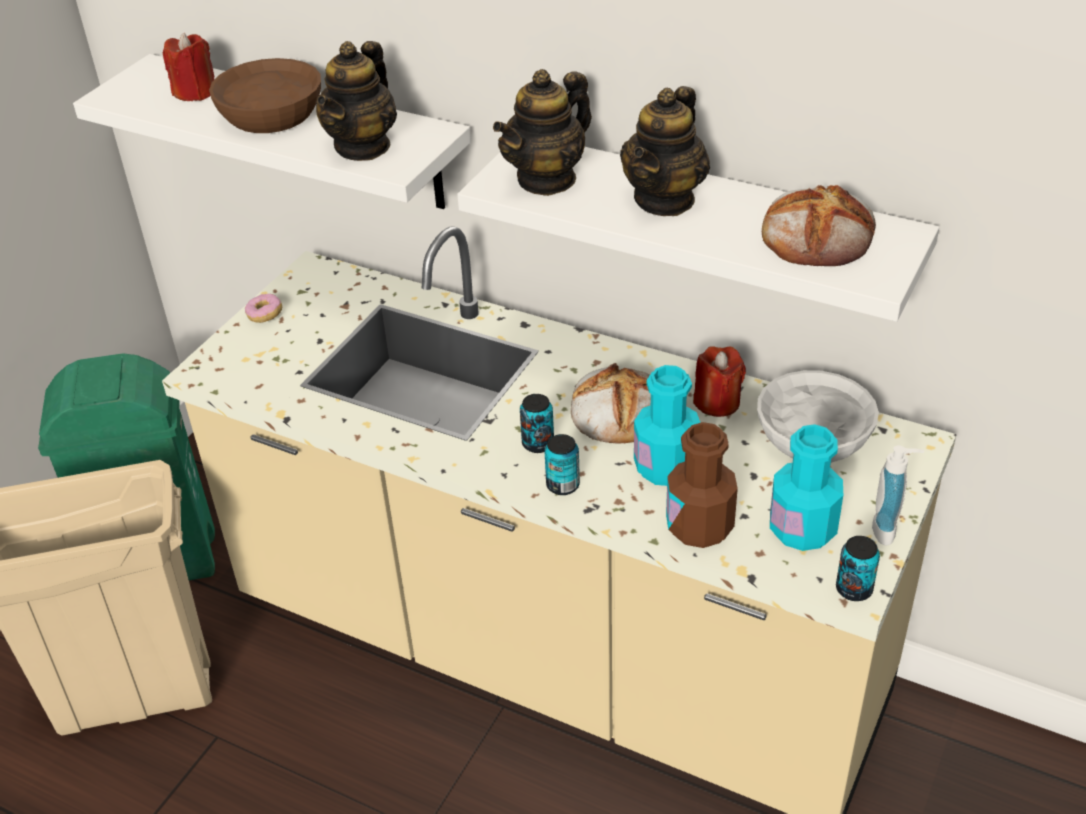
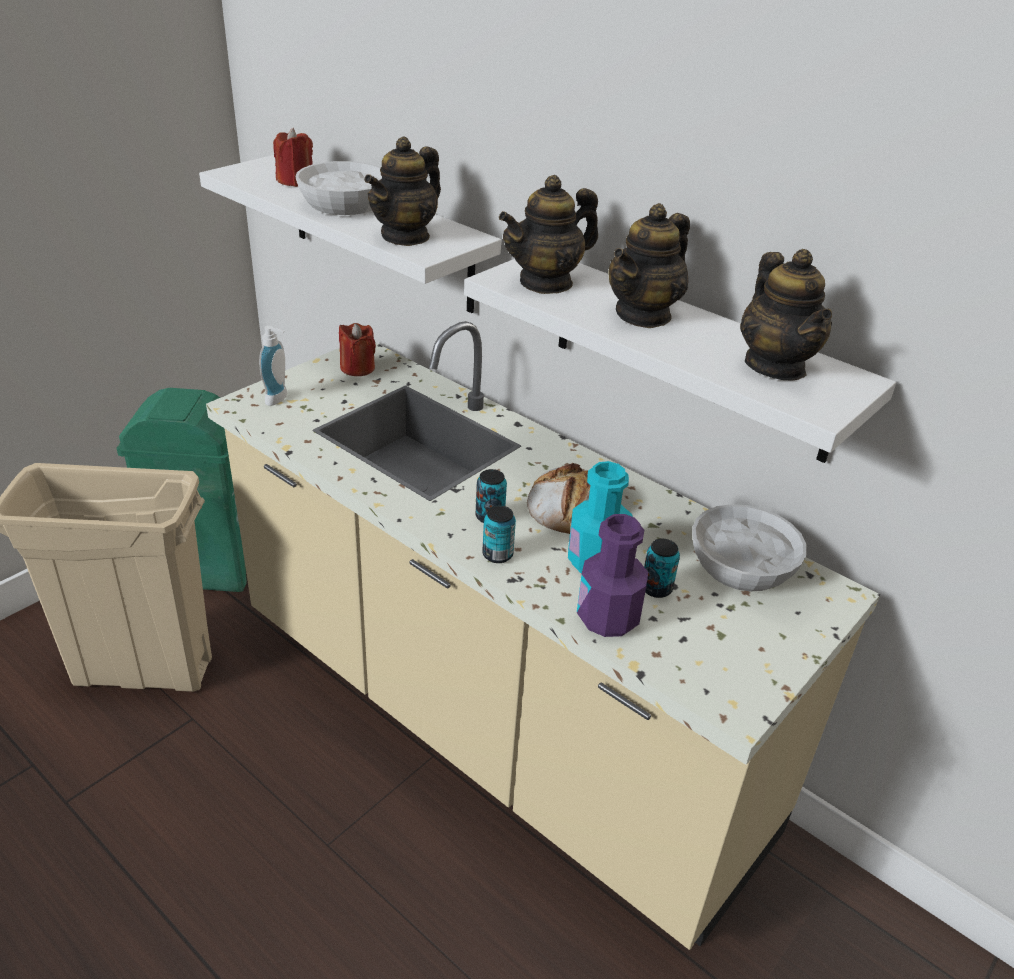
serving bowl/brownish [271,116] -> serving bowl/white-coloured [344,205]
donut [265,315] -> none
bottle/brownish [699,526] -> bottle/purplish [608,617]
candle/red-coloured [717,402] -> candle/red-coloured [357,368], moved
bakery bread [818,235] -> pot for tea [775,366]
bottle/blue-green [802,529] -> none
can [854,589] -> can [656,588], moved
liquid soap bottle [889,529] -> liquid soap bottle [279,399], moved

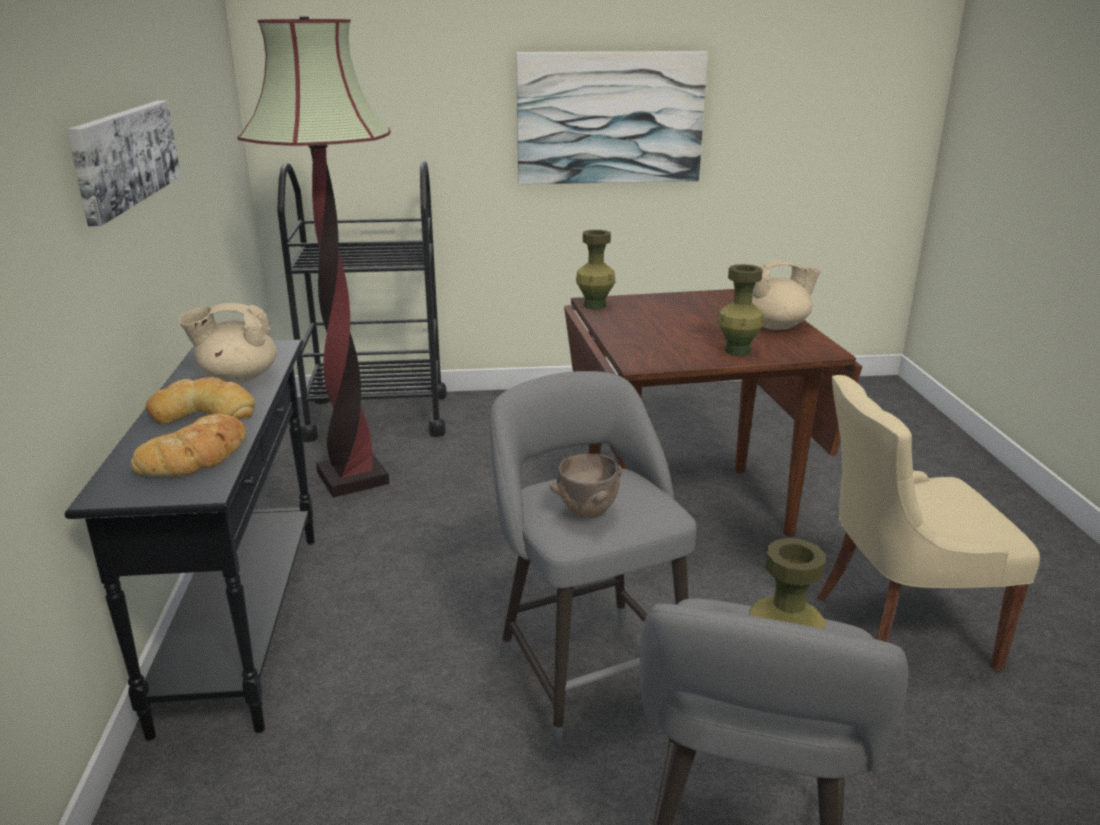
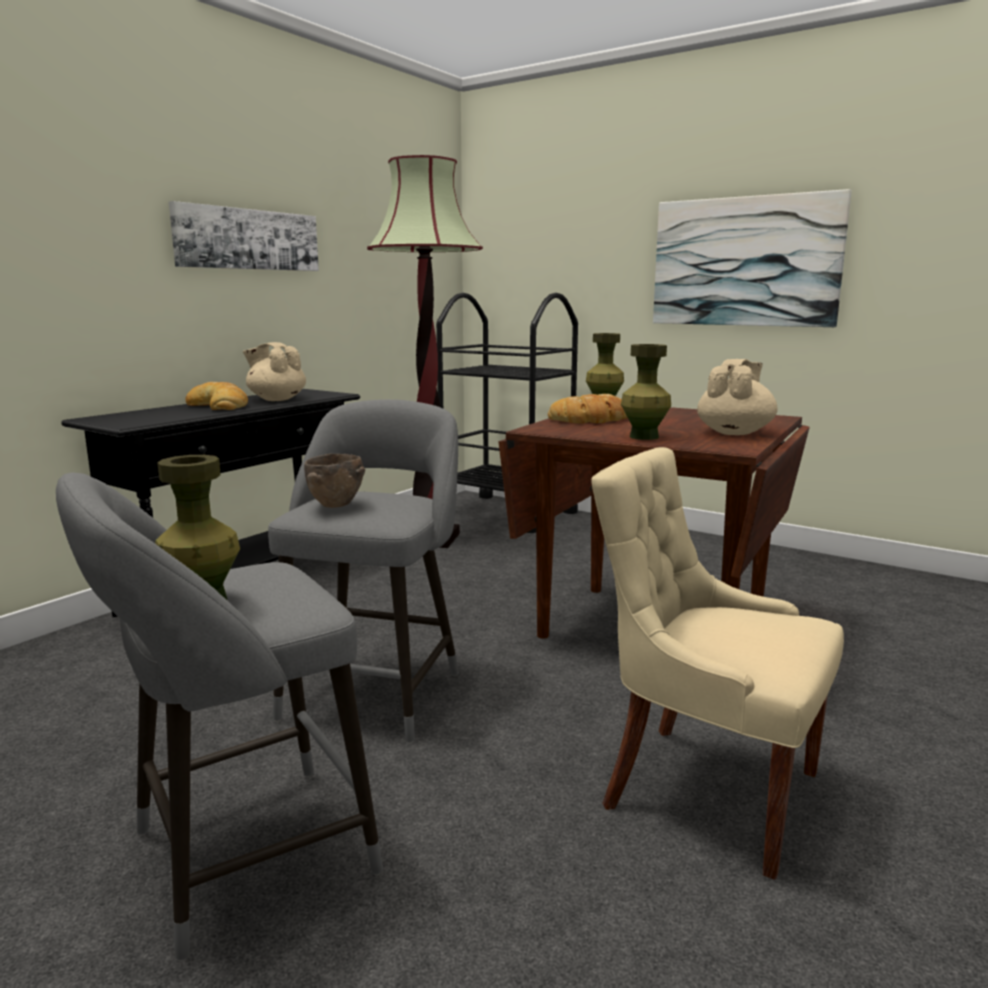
bakery bread [197,456] -> bakery bread [591,419], moved
pot for tea/sand-coloured [776,326] -> pot for tea/sand-coloured [735,433], 90 degrees counterclockwise

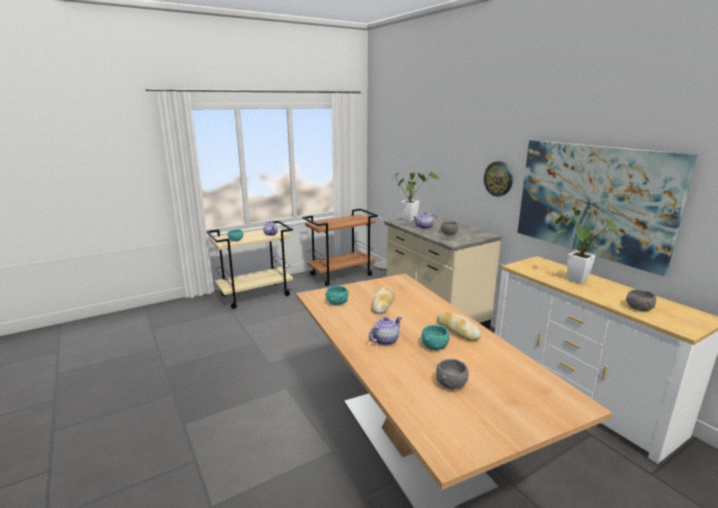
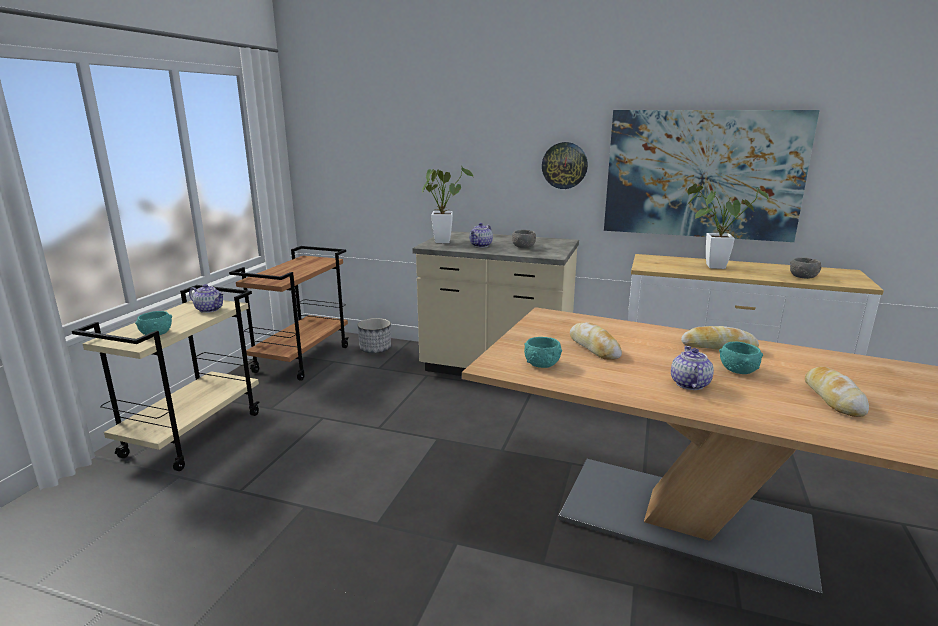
serving bowl/greyish [451,383] -> bakery bread [833,398]

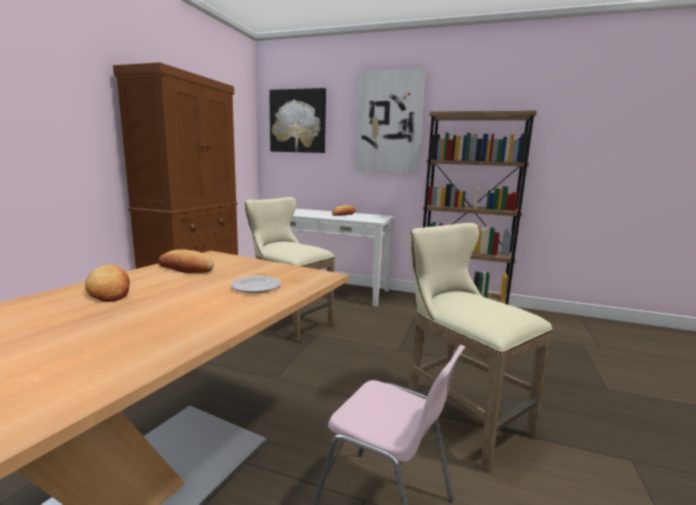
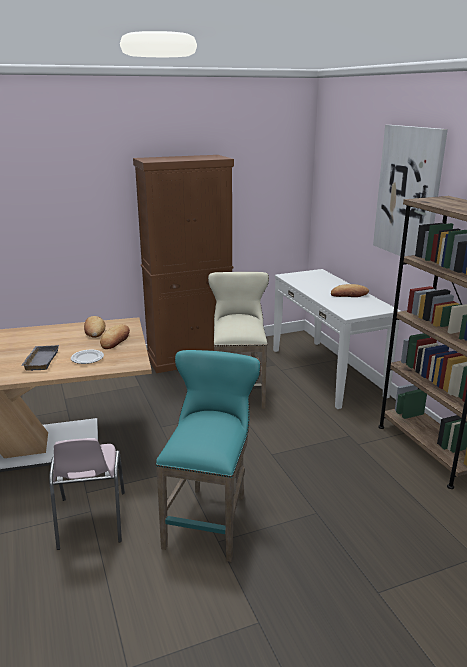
bakery bread [110,289] -> bakery bread [115,340], moved
picture [298,121] -> none
sitting stool/sand-coloured [459,417] -> sitting stool/blue-green [210,517]
none -> tray/greyish [40,360]

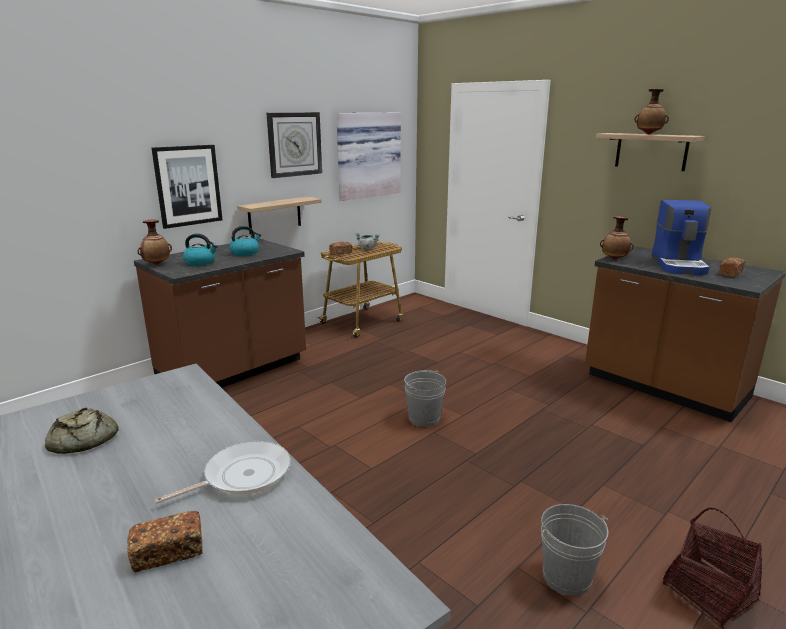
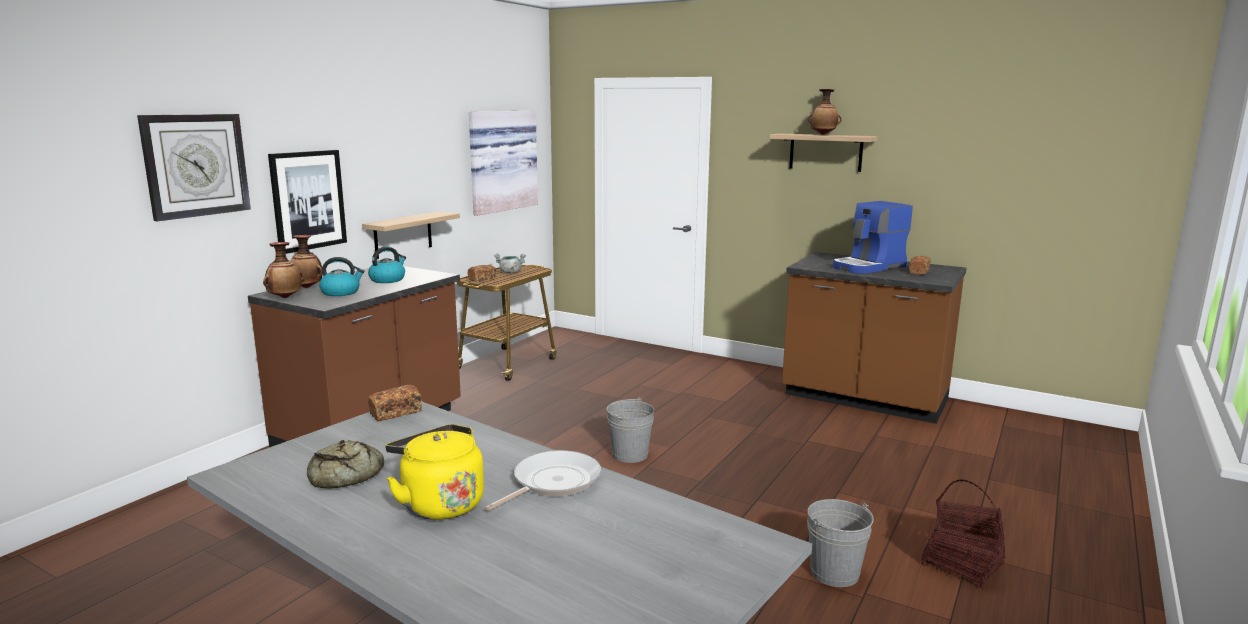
bakery bread [168,552] -> bakery bread [396,413], moved
clock on the wall [294,144] -> clock on the wall [196,165], moved
decorative vase [614,259] -> decorative vase [307,288], moved
coffee machine [679,265] -> coffee machine [869,267], 60 degrees clockwise
none -> tea kettle/yellowish [439,503]

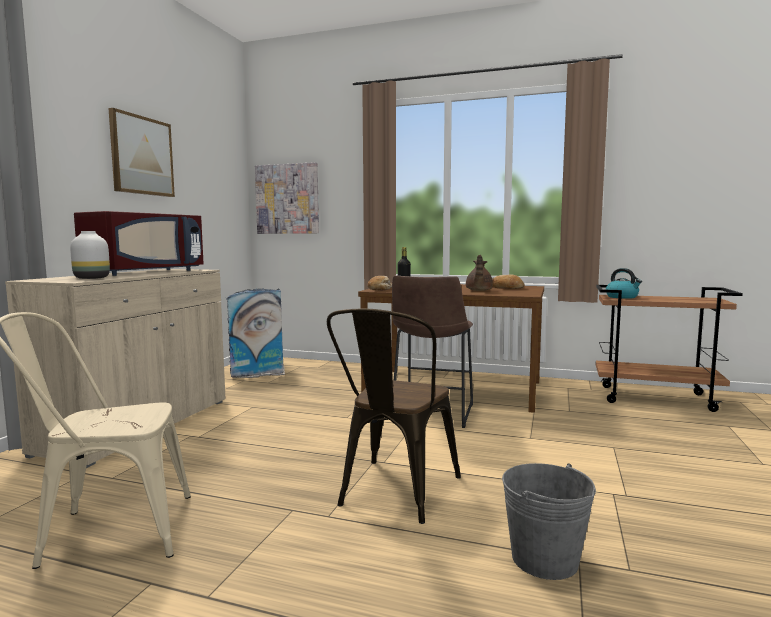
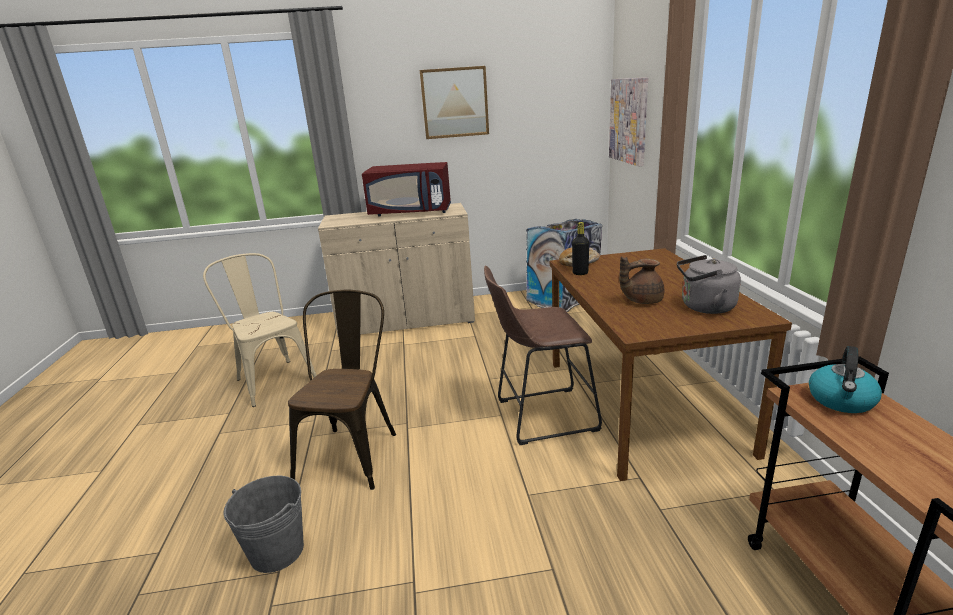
decorative vase/white-coloured [91,278] -> none
chair/brownish [394,494] -> chair/brownish [352,451], 105 degrees clockwise
bakery bread [506,288] -> tea kettle/greyish [704,307]

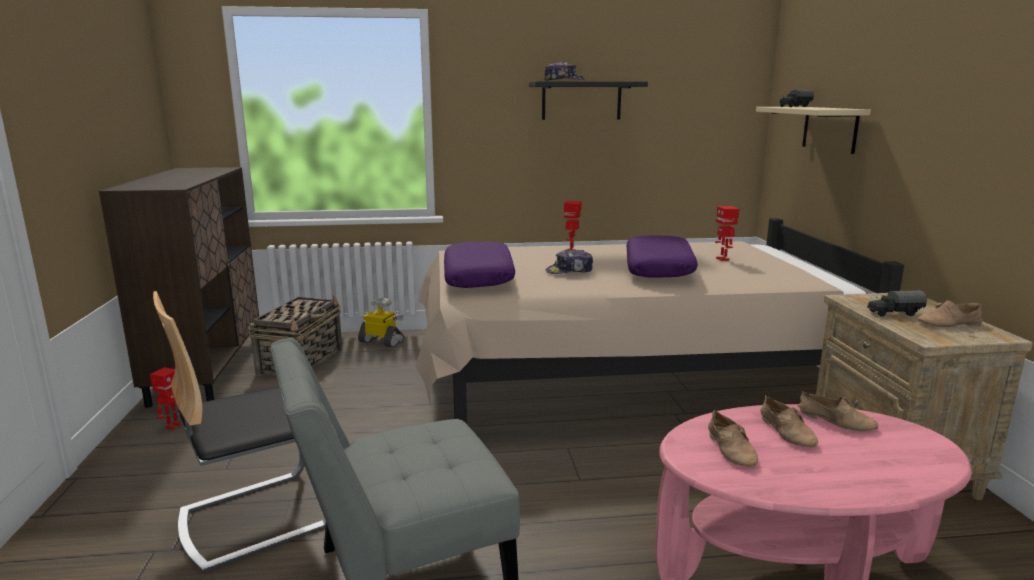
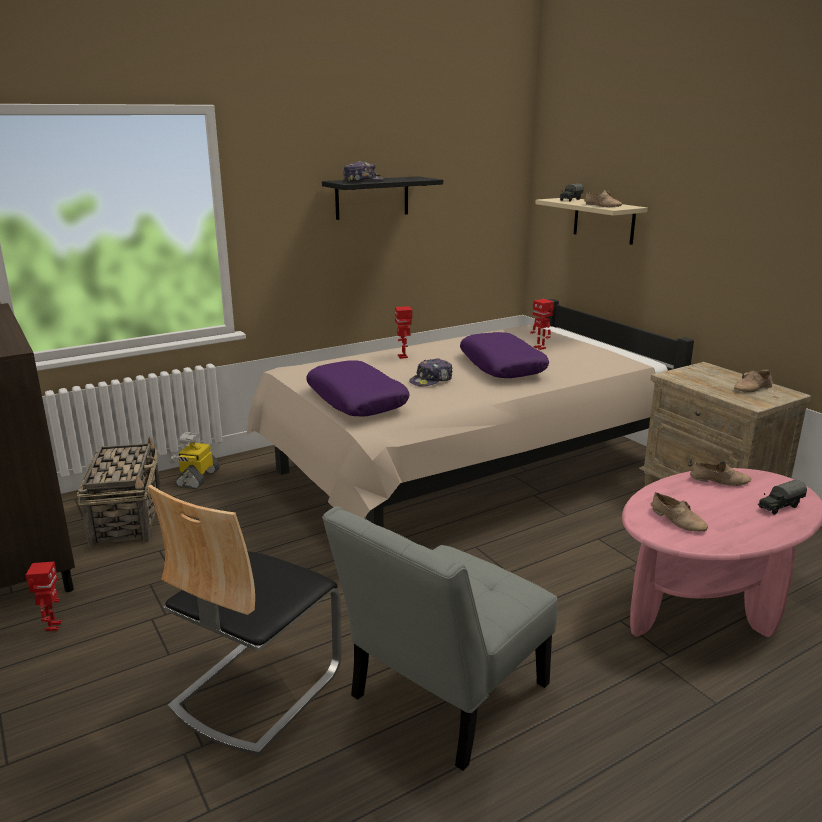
robot figure [382,341] -> robot figure [197,478], 75 degrees counterclockwise
low shoe/sand-coloured [788,431] -> low shoe/sand-coloured [603,206], moved
toy lorry [894,313] -> toy lorry [779,506], moved

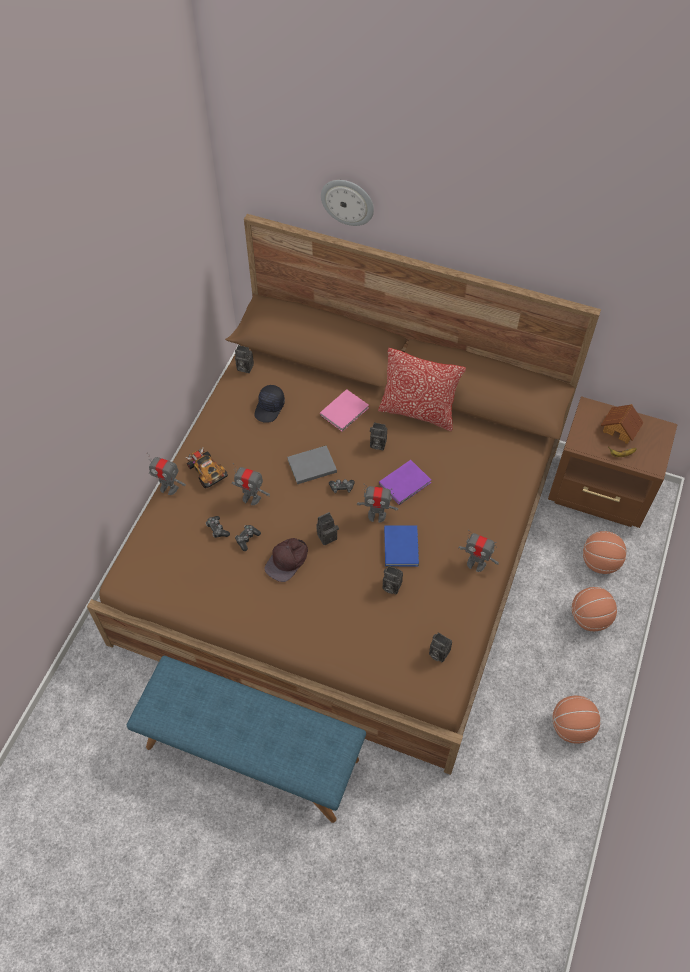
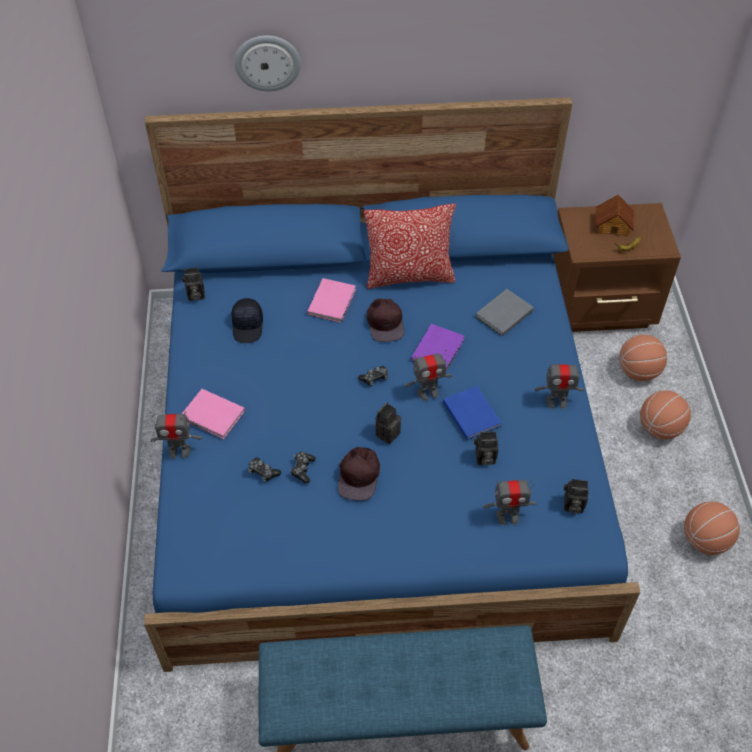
bed/brownish [346,541] -> bed/blue [376,449]
miniature car [206,471] -> book/pink-coloured [213,416]
robot figure [251,498] -> robot figure [507,516], moved
book/greyish [310,466] -> book/greyish [502,314], moved
still camera [377,444] -> cap/brownish [385,322]

